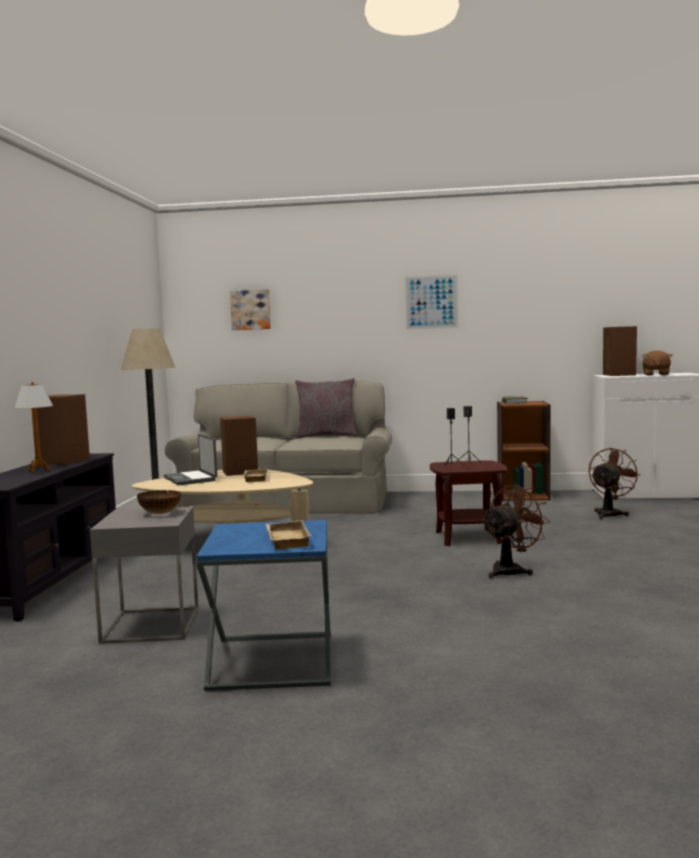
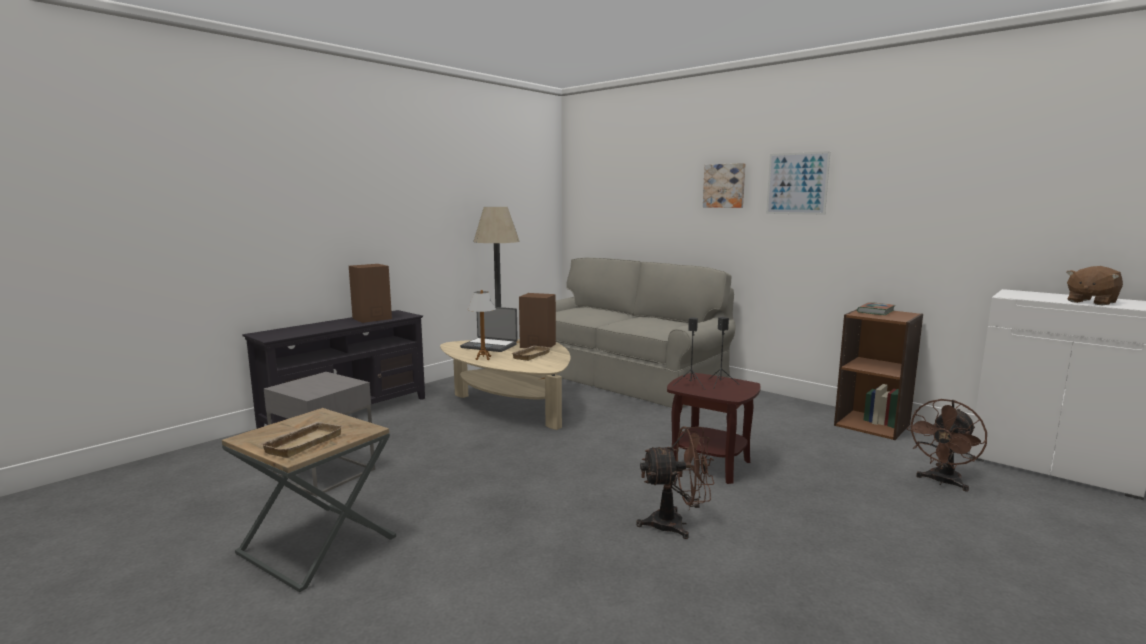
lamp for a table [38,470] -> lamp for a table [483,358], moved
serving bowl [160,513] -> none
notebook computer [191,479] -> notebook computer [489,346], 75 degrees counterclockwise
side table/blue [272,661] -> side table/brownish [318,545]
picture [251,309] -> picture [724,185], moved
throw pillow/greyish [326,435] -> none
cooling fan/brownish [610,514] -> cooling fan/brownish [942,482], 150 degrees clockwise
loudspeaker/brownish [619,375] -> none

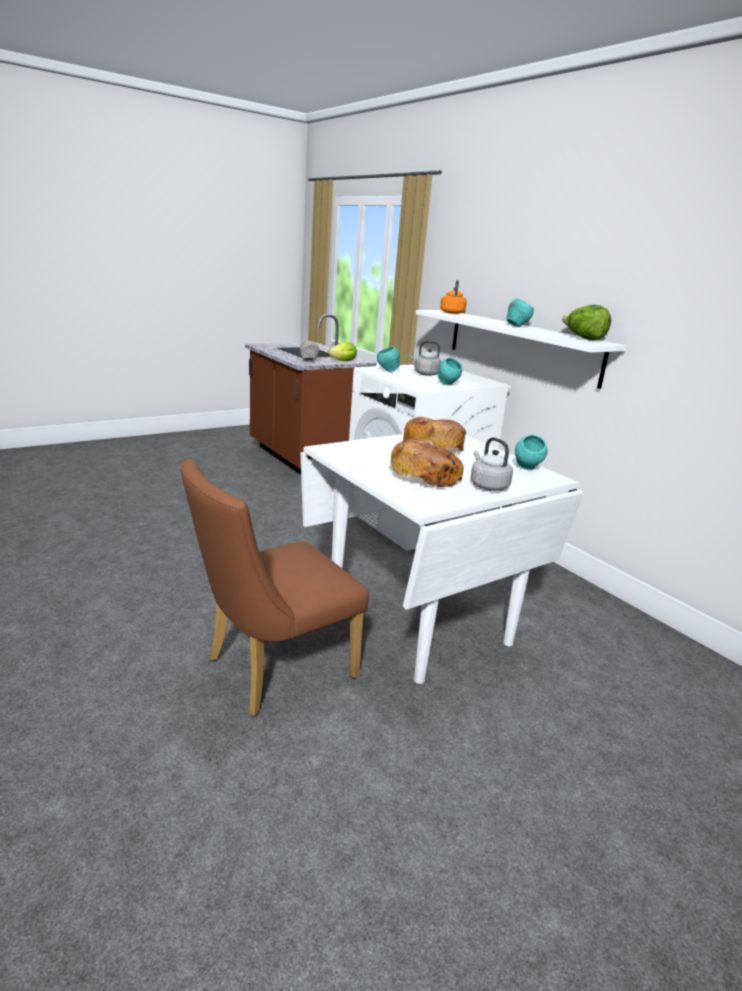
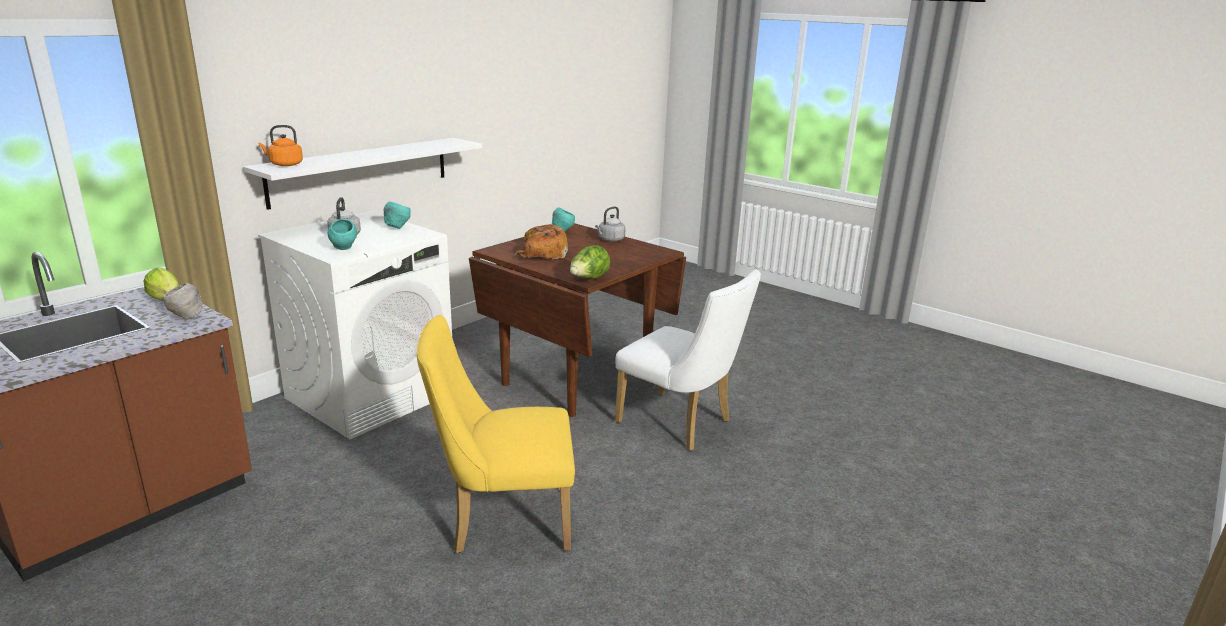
chair/brownish [271,670] -> chair/white-coloured [681,424]
dinner table/white-coloured [416,622] -> dinner table/brownish [578,379]
bakery bread [426,475] -> none
serving bowl/blue-green [517,326] -> none
lettuce [583,338] -> lettuce [588,279], moved
none -> chair/yellowish [502,521]

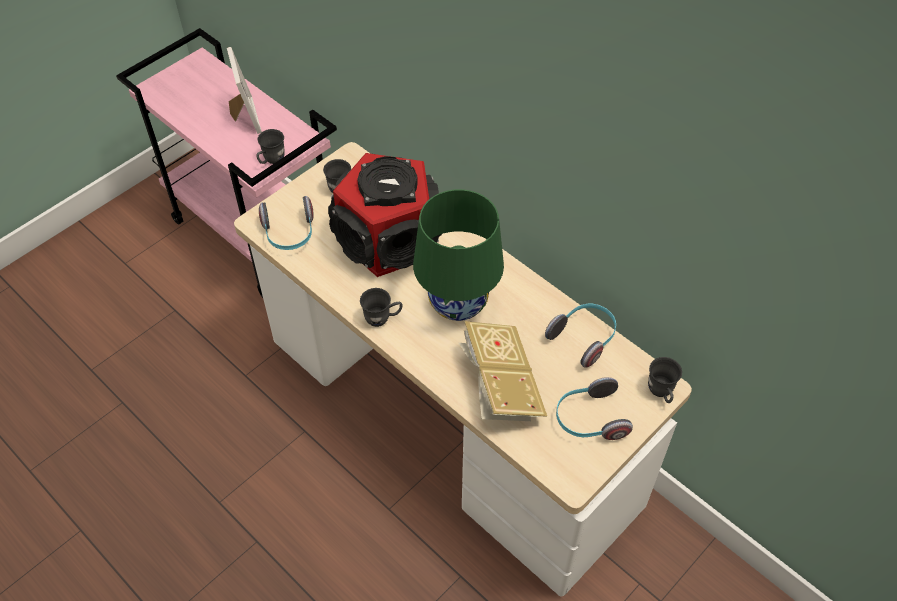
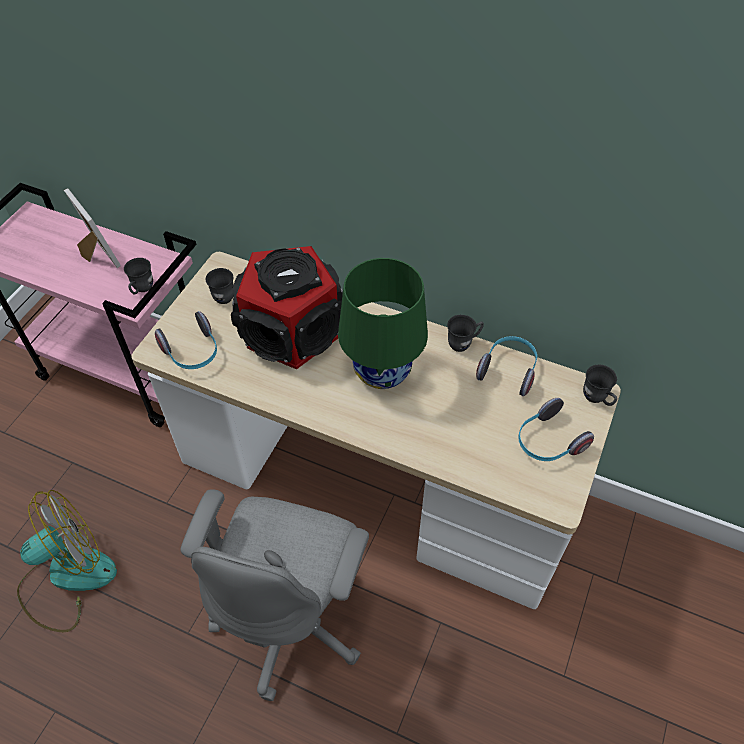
coffee mug/greyish [382,319] -> coffee mug/greyish [463,343], moved
book [499,386] -> none
none -> cooling fan [67,578]
none -> computer chair/greyish [291,618]

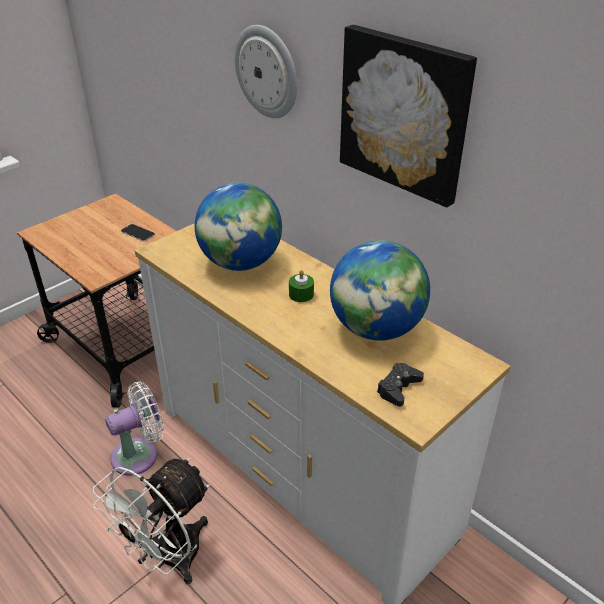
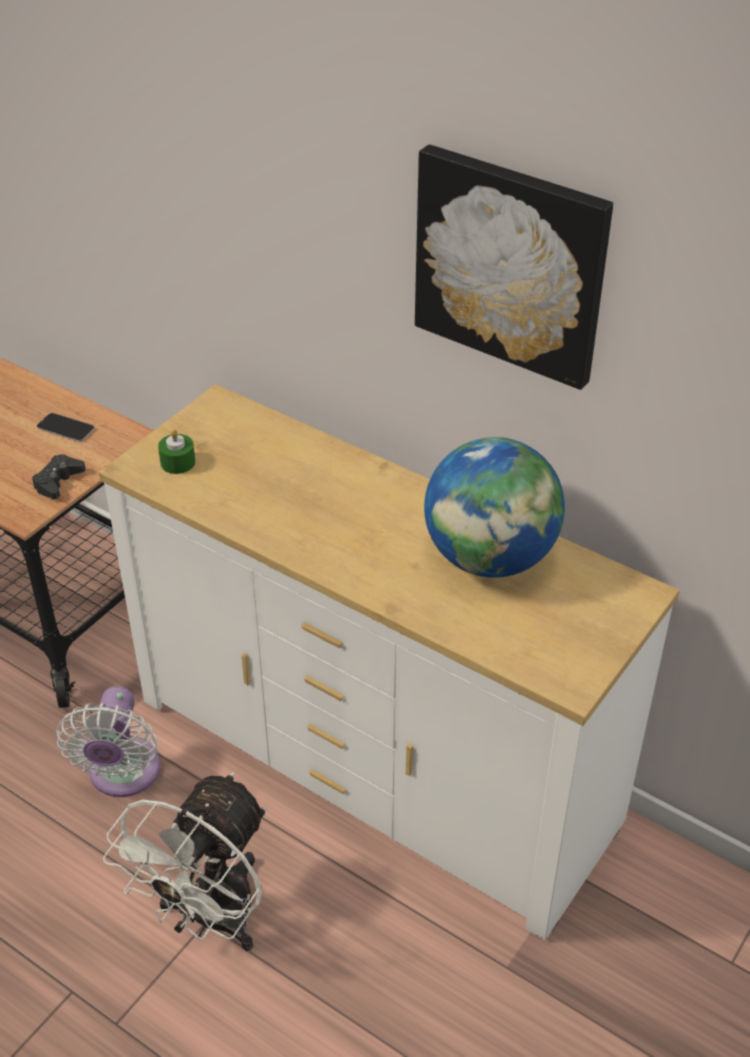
cooling fan/white-coloured [139,454] -> cooling fan/white-coloured [123,775], 135 degrees clockwise
world globe [241,263] -> none
clock on the wall [267,72] -> none
candle/green-coloured [301,294] -> candle/green-coloured [178,462], moved
gamepad/blackish [398,388] -> gamepad/blackish [58,482], moved

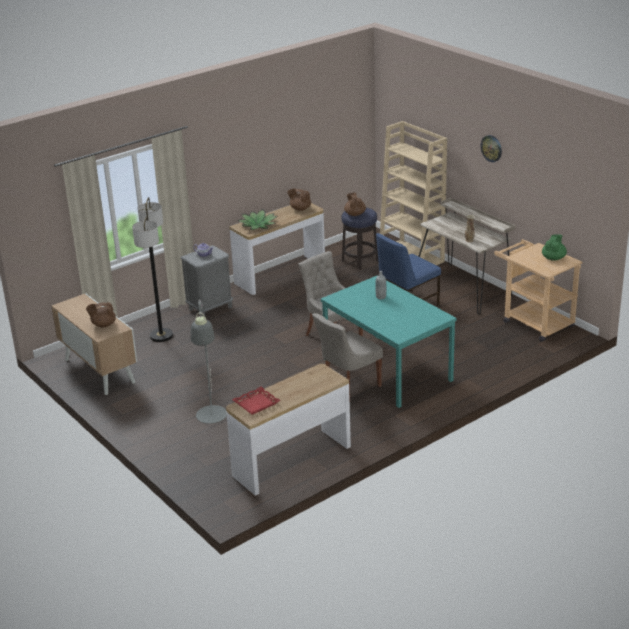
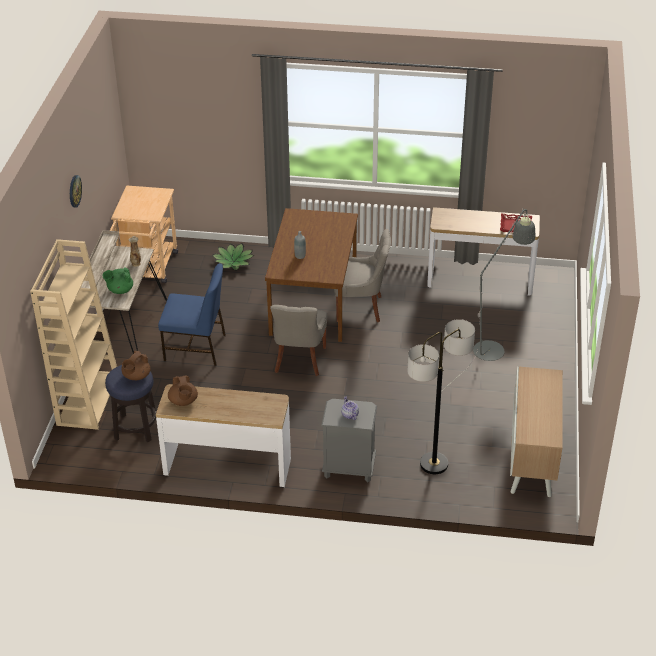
pot for tea/brownish [103,325] -> none
plant in a pot [258,225] -> plant in a pot [233,262], moved
dinner table/blue-green [388,370] -> dinner table/brownish [313,301]
pot for tea/green-coloured [553,258] -> pot for tea/green-coloured [120,290], moved

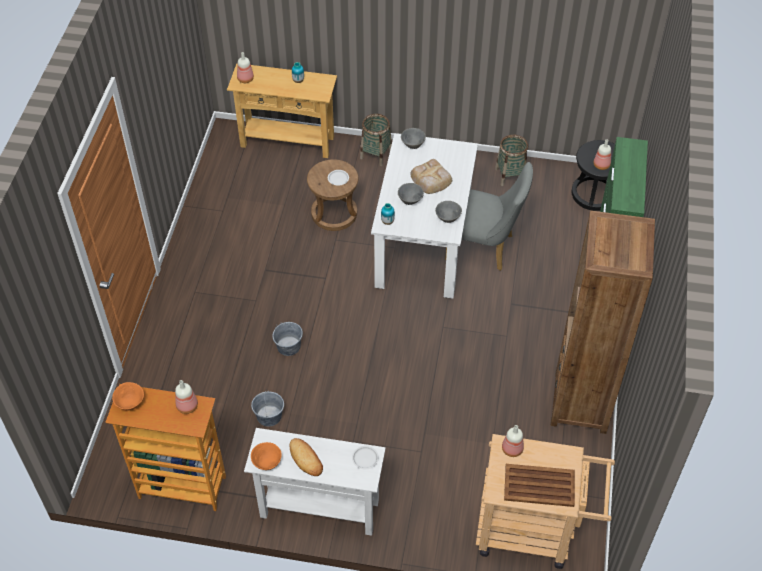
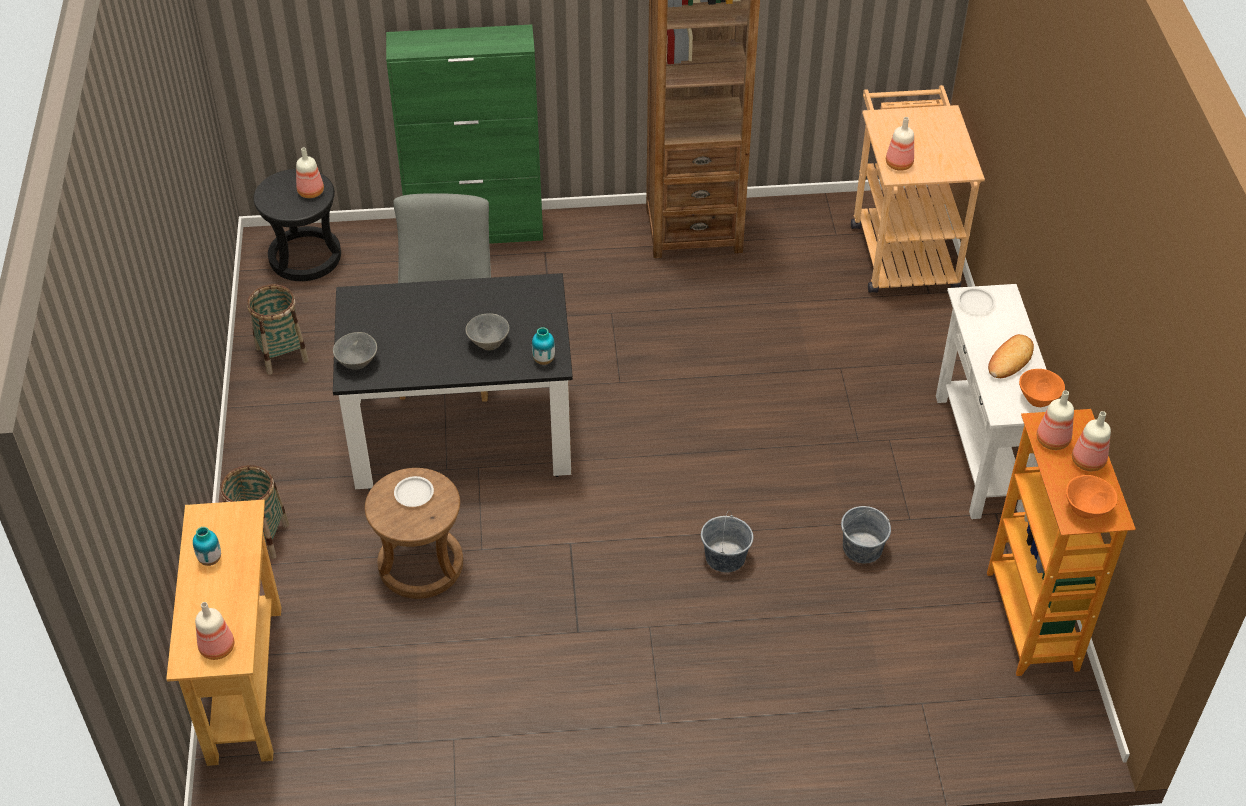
dinner table/white-coloured [423,245] -> dinner table/blackish [462,433]
bakery bread [431,179] -> none
serving bowl/greyish [447,217] -> none
tray/brownish [540,486] -> none
none -> bottle [1087,462]

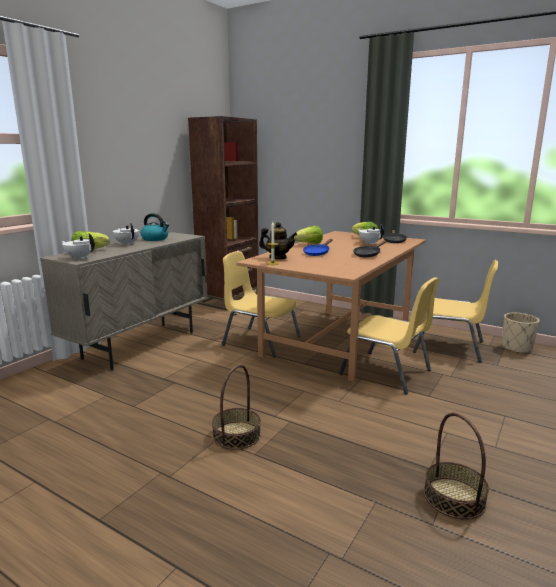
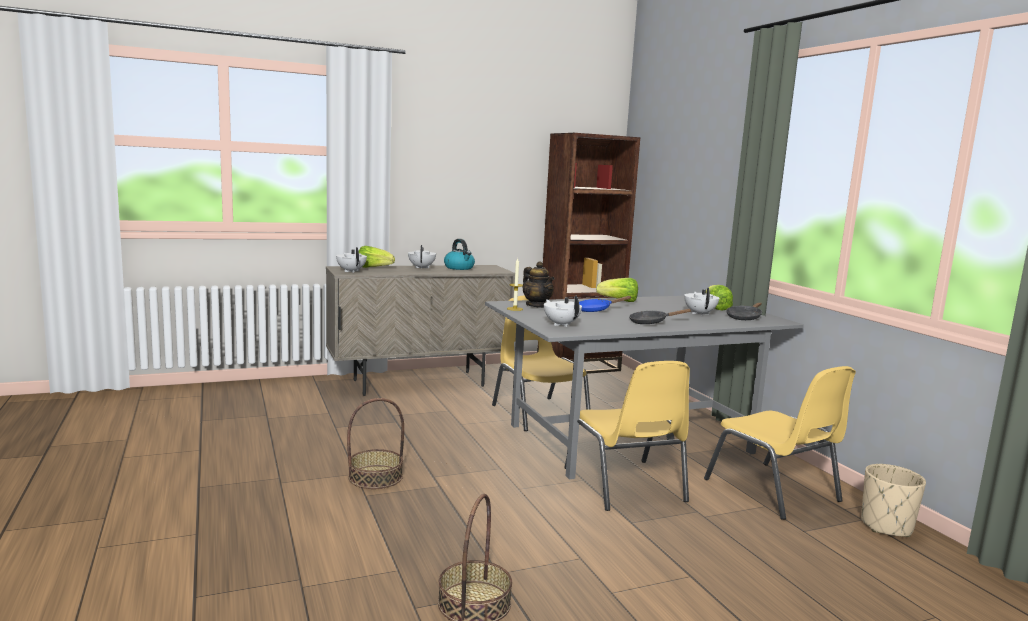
dinner table/brownish [337,340] -> dinner table/greyish [630,438]
none -> pot for tea/white-coloured [561,324]

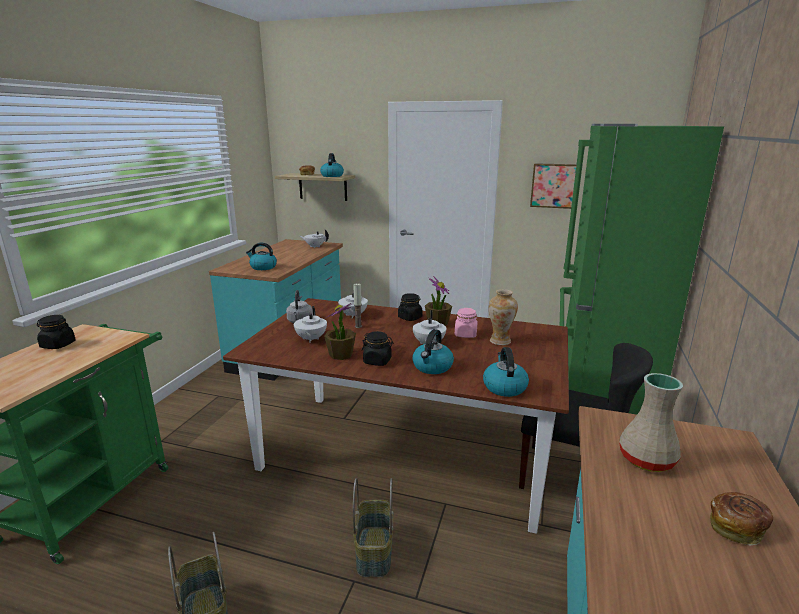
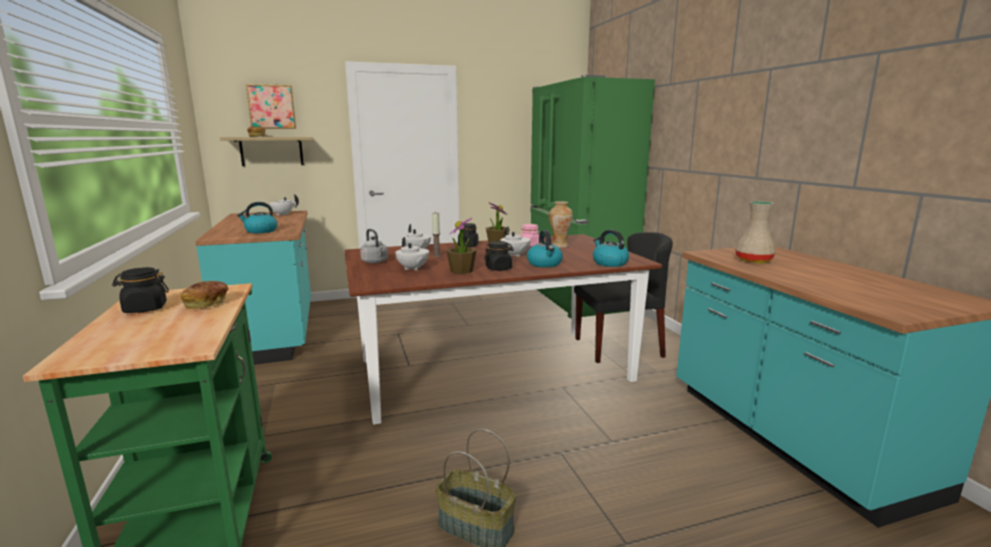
tea kettle [332,176] -> none
household basket [375,551] -> none
picture [553,185] -> picture [271,107], moved
bakery bread [736,527] -> bakery bread [207,304], moved

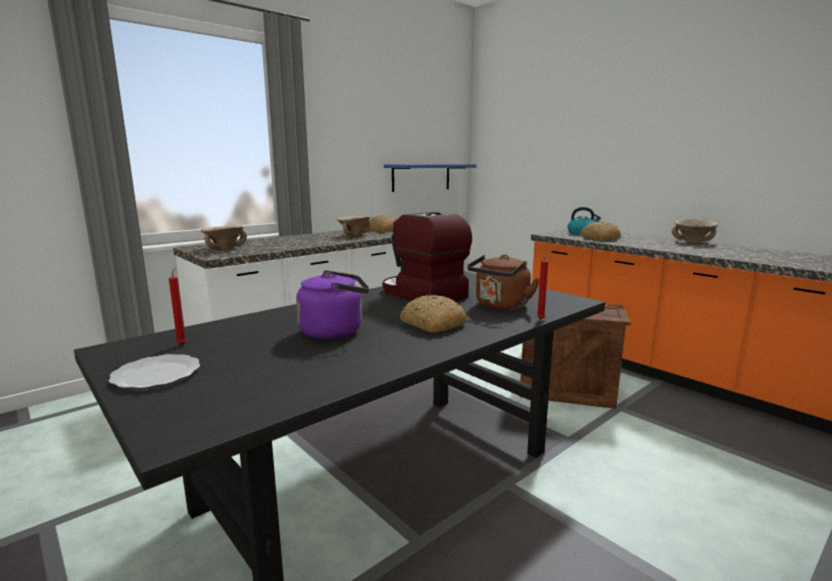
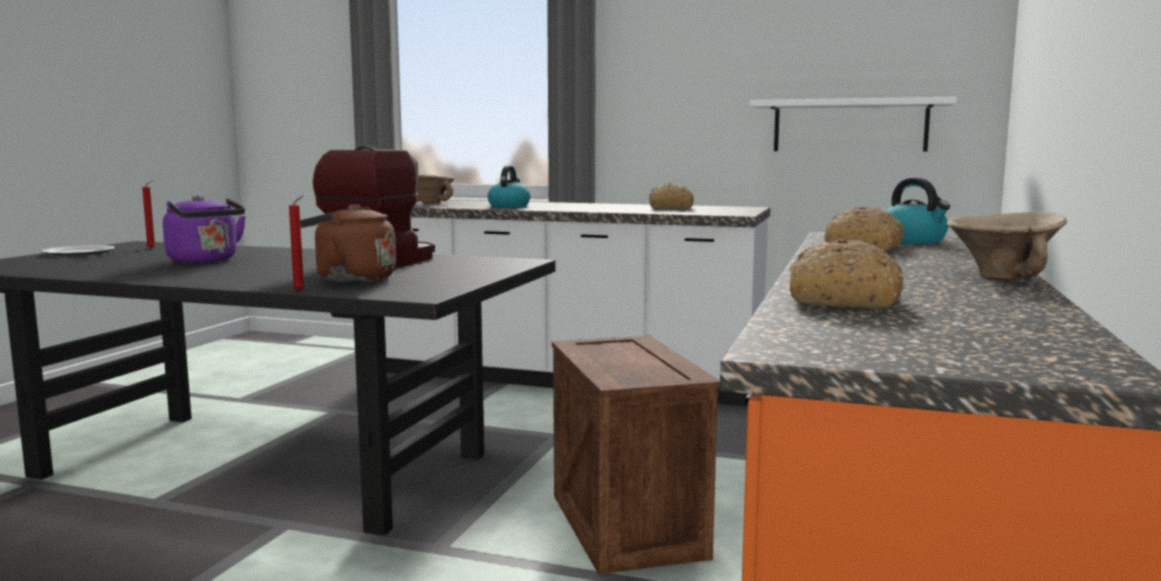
serving bowl/sand-coloured [354,235] -> none
shelf/blue [421,177] -> shelf/white-coloured [849,126]
bakery bread [432,324] -> bakery bread [842,299], moved
none -> tea kettle [509,206]

